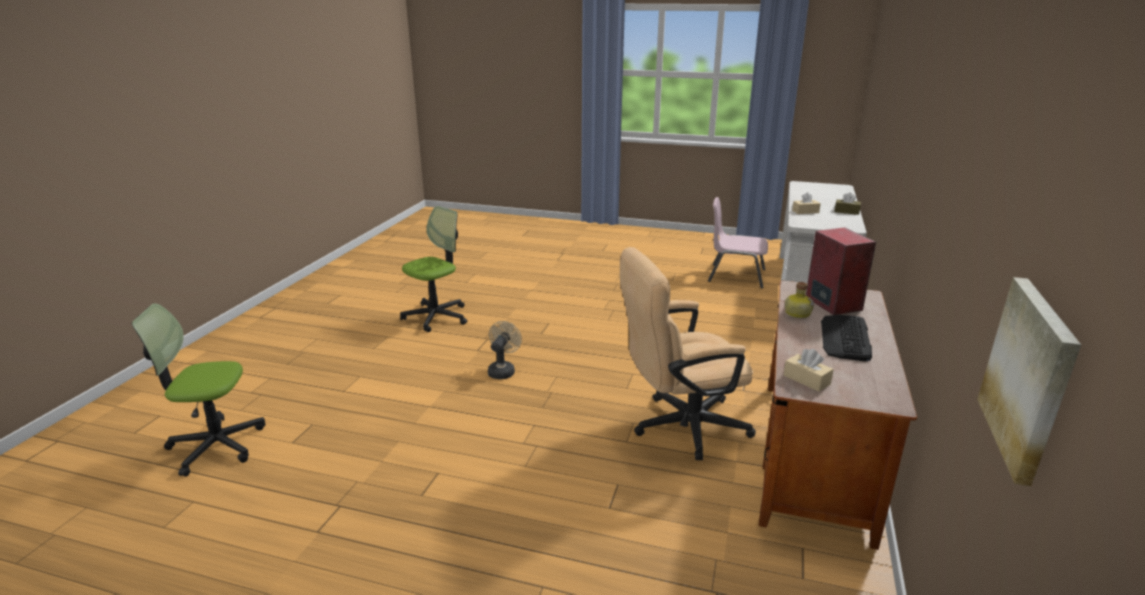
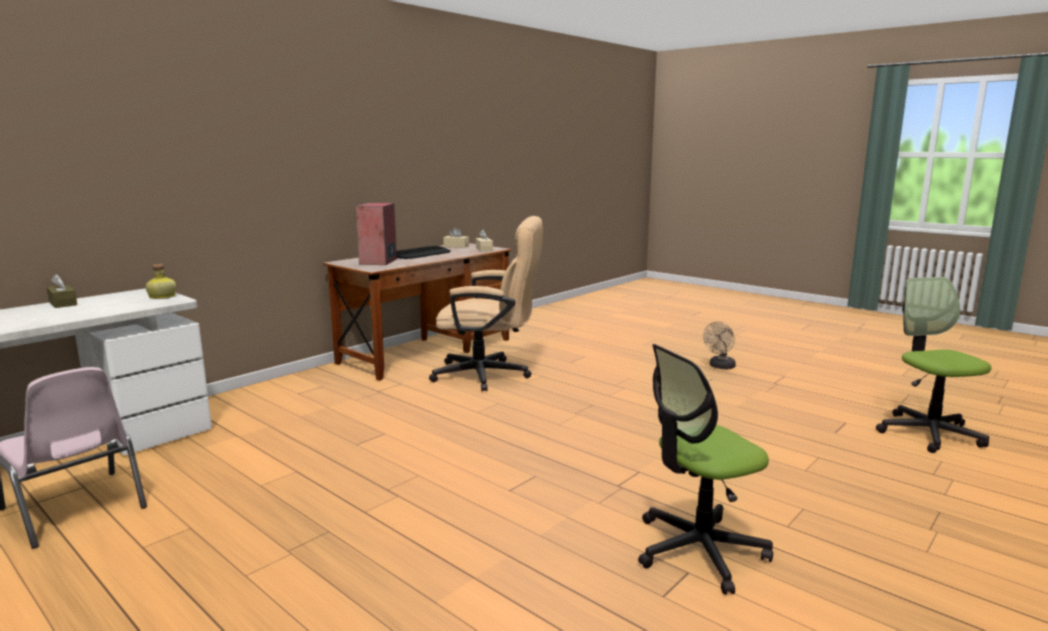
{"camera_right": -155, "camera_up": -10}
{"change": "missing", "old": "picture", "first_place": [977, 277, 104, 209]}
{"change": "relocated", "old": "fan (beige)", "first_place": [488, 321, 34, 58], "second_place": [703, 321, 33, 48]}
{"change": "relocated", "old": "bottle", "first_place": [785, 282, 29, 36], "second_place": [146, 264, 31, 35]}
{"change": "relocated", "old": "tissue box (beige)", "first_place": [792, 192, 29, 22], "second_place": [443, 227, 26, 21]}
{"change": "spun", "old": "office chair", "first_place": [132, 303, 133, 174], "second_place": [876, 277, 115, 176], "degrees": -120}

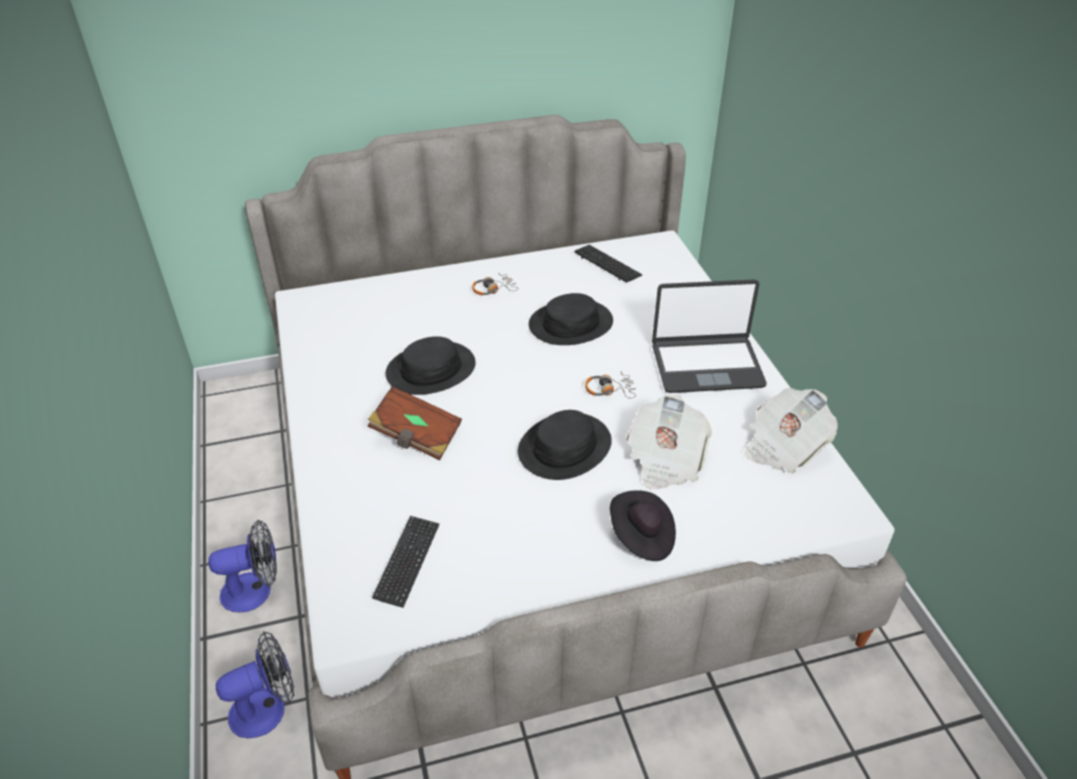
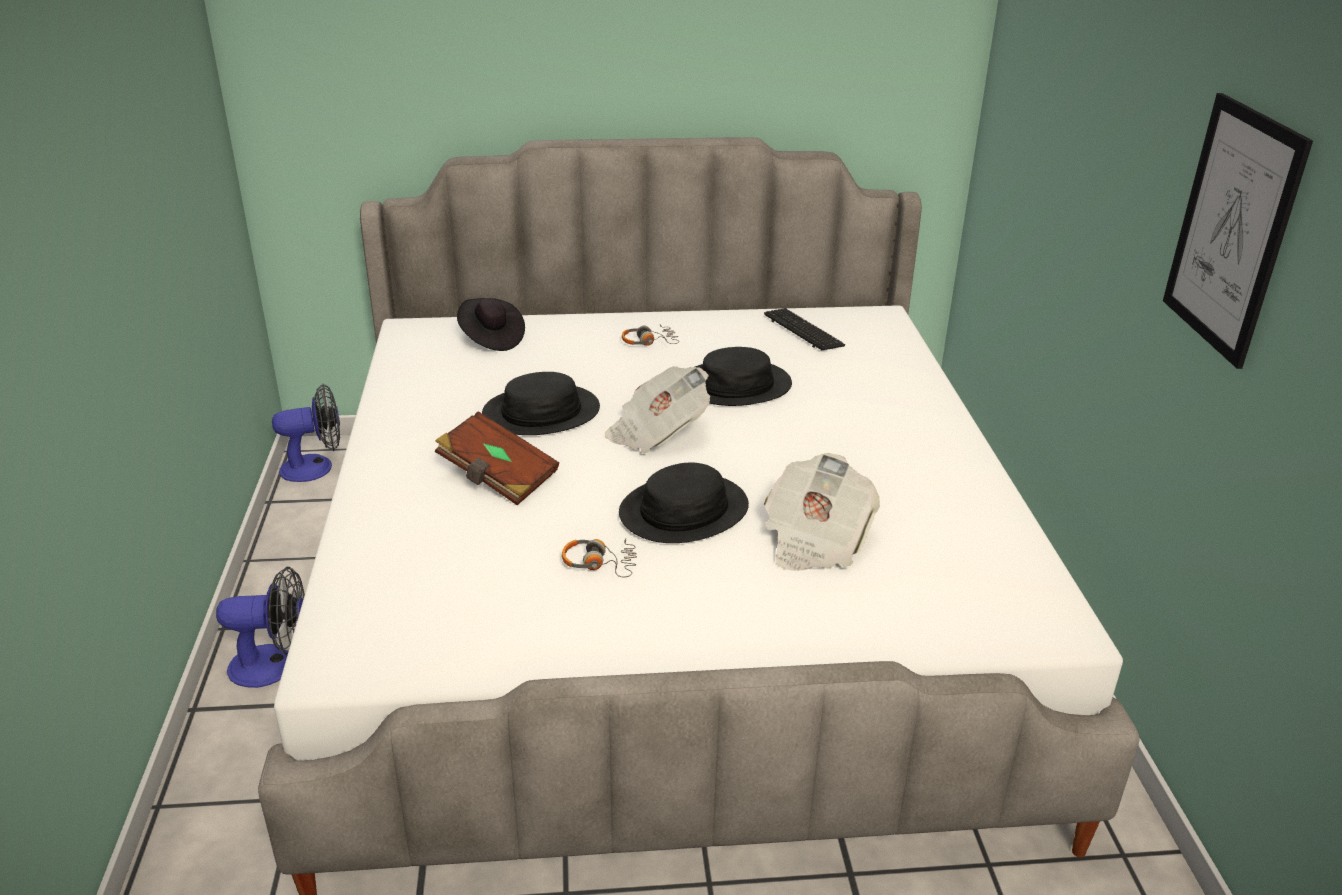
{"camera_right": 10, "camera_up": -10}
{"change": "missing", "old": "keyboard", "first_place": [372, 516, 67, 92]}
{"change": "missing", "old": "laptop", "first_place": [652, 279, 115, 114]}
{"change": "appeared", "new": "picture", "second_place": [1163, 93, 150, 276]}
{"change": "relocated", "old": "fan", "first_place": [216, 631, 78, 107], "second_place": [272, 384, 68, 98]}
{"change": "relocated", "old": "headphones", "first_place": [585, 371, 51, 27], "second_place": [562, 538, 75, 39]}
{"change": "relocated", "old": "hat (black)", "first_place": [610, 490, 66, 71], "second_place": [457, 298, 68, 53]}
{"change": "relocated", "old": "newspaper", "first_place": [745, 388, 93, 86], "second_place": [605, 366, 105, 87]}

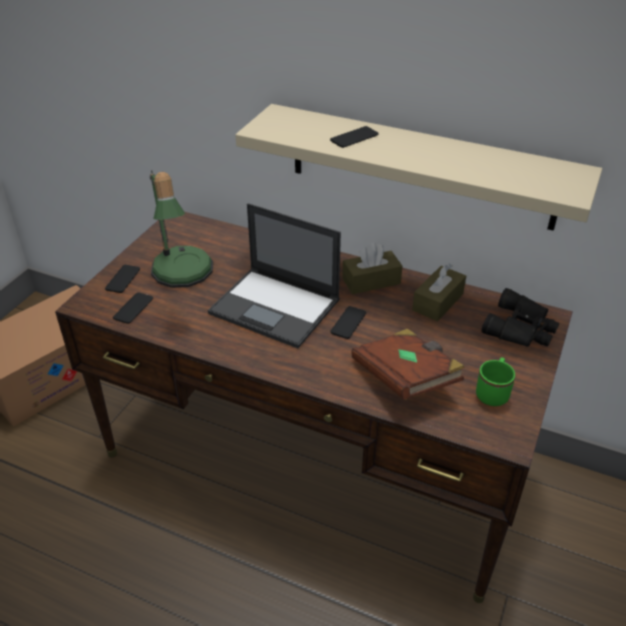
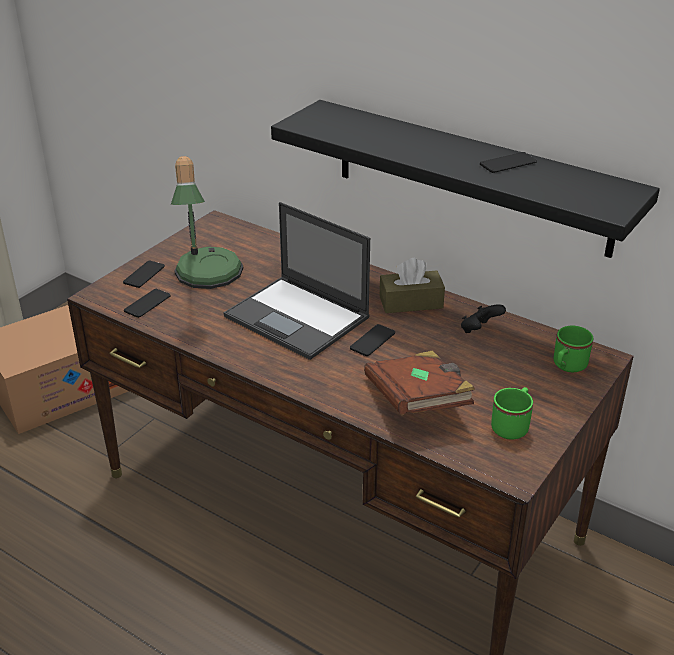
{"camera_right": 10, "camera_up": -5}
{"change": "relocated", "old": "phone", "first_place": [330, 126, 49, 22], "second_place": [480, 152, 57, 21]}
{"change": "exchanged", "old": "tissue box (brown)", "new": "game controller (black)", "first_place": [412, 263, 54, 58], "second_place": [461, 304, 45, 29]}
{"change": "exchanged", "old": "binoculars (black)", "new": "mug (green)", "first_place": [481, 288, 78, 59], "second_place": [554, 326, 39, 46]}
{"change": "colour", "old": "shelf (beige)", "new": "shelf (black)", "first_place": [235, 104, 367, 127], "second_place": [271, 100, 389, 158]}

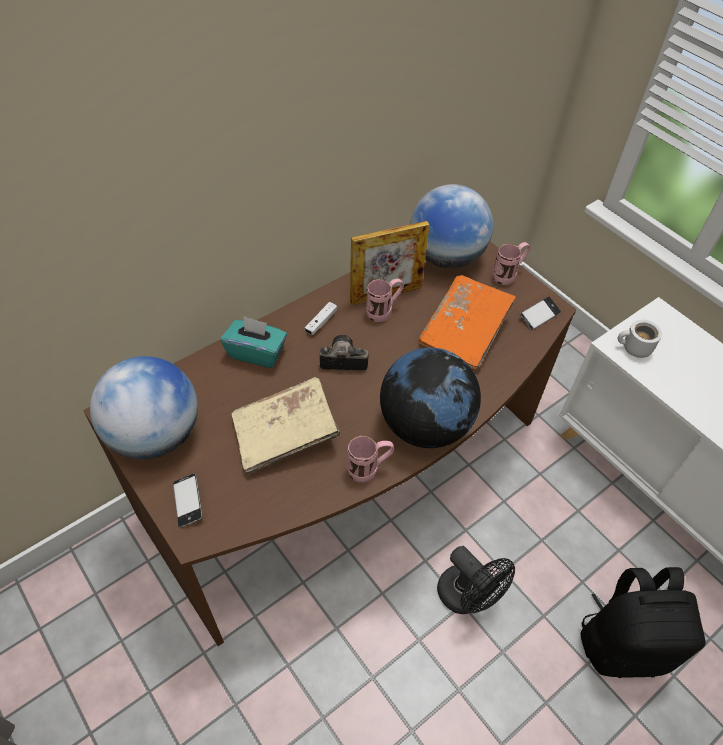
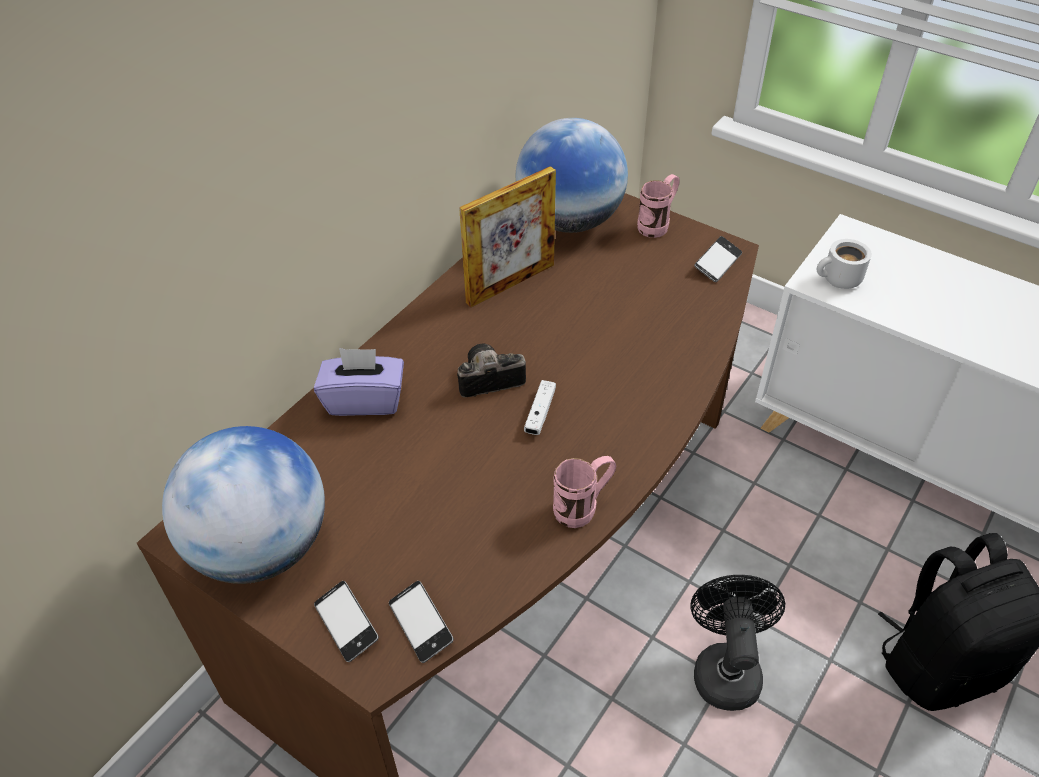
{"camera_right": -15, "camera_up": -5}
{"change": "missing", "old": "book (beige)", "first_place": [231, 377, 109, 98]}
{"change": "missing", "old": "mug (pink)", "first_place": [366, 279, 38, 43]}
{"change": "missing", "old": "globe", "first_place": [380, 348, 101, 100]}
{"change": "missing", "old": "book (orange)", "first_place": [418, 275, 98, 96]}
{"change": "appeared", "new": "phone", "second_place": [389, 581, 65, 82]}
{"change": "relocated", "old": "game controller (white)", "first_place": [305, 302, 32, 33], "second_place": [524, 380, 32, 55]}
{"change": "colour", "old": "tissue box (turquoise)", "new": "tissue box (purple)", "first_place": [221, 316, 66, 52], "second_place": [314, 348, 90, 68]}
{"change": "spun", "old": "fan (black)", "first_place": [437, 546, 78, 68], "second_place": [690, 575, 95, 136], "degrees": -120}

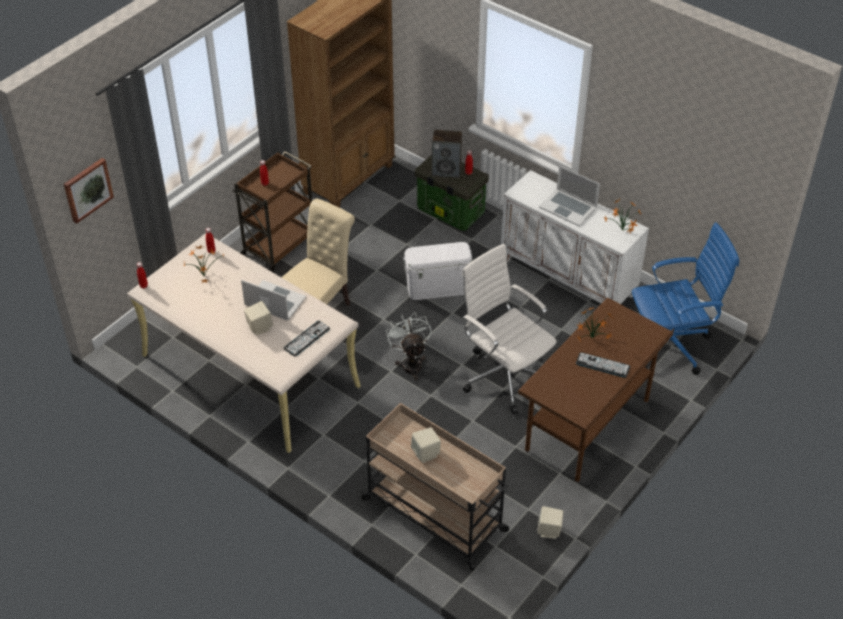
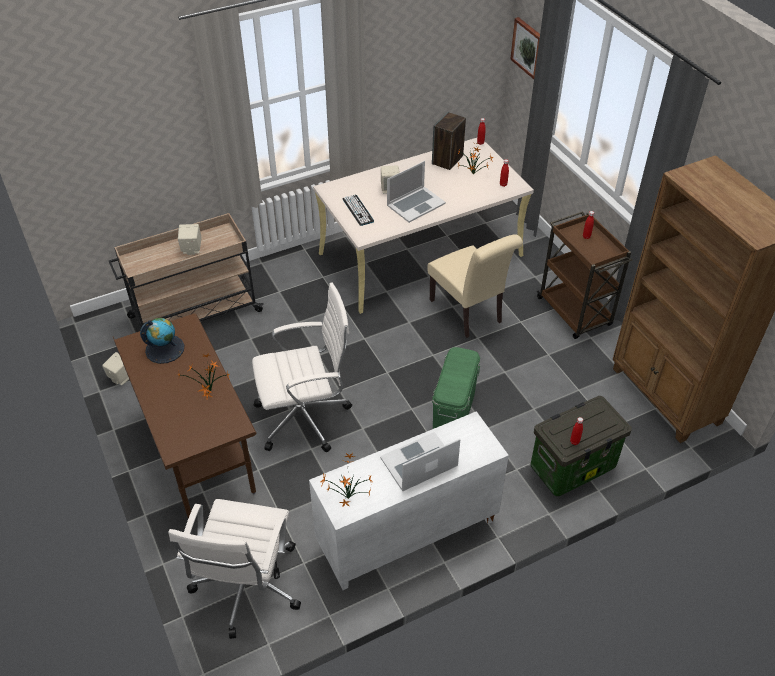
{"camera_right": 115, "camera_up": 0}
{"change": "missing", "old": "fan (white)", "first_place": [386, 312, 46, 68]}
{"change": "missing", "old": "keyboard", "first_place": [576, 352, 54, 26]}
{"change": "appeared", "new": "globe", "second_place": [140, 318, 45, 46]}
{"change": "relocated", "old": "speaker", "first_place": [432, 130, 30, 48], "second_place": [432, 112, 34, 58]}
{"change": "colour", "old": "storage box (white)", "new": "storage box (green)", "first_place": [403, 242, 69, 58], "second_place": [432, 347, 48, 82]}
{"change": "colour", "old": "office chair (blue)", "new": "office chair (white)", "first_place": [632, 222, 107, 153], "second_place": [169, 499, 132, 140]}

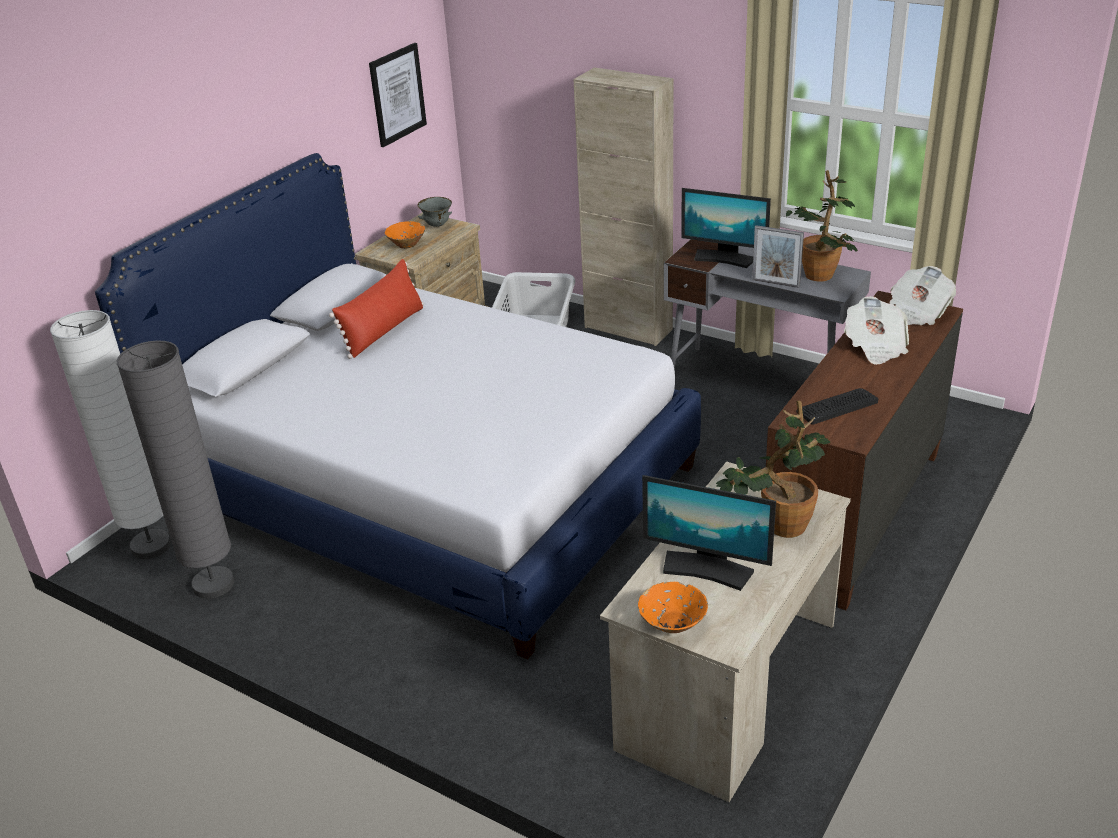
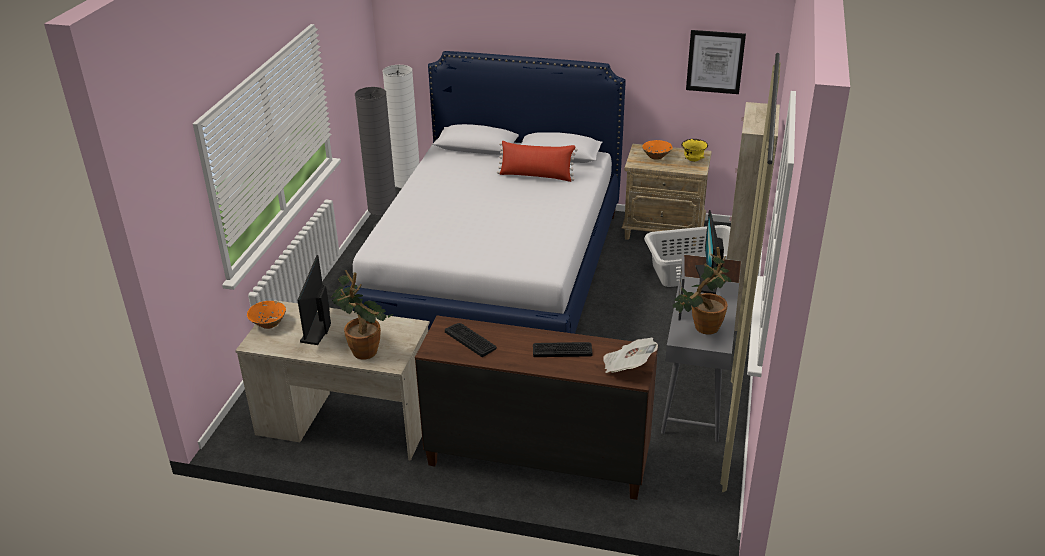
{"camera_right": 70, "camera_up": 0}
{"change": "exchanged", "old": "newspaper", "new": "keyboard", "first_place": [844, 296, 65, 69], "second_place": [533, 342, 60, 15]}
{"change": "colour", "old": "bowl (grey)", "new": "bowl (yellow)", "first_place": [417, 197, 35, 30], "second_place": [681, 139, 27, 23]}

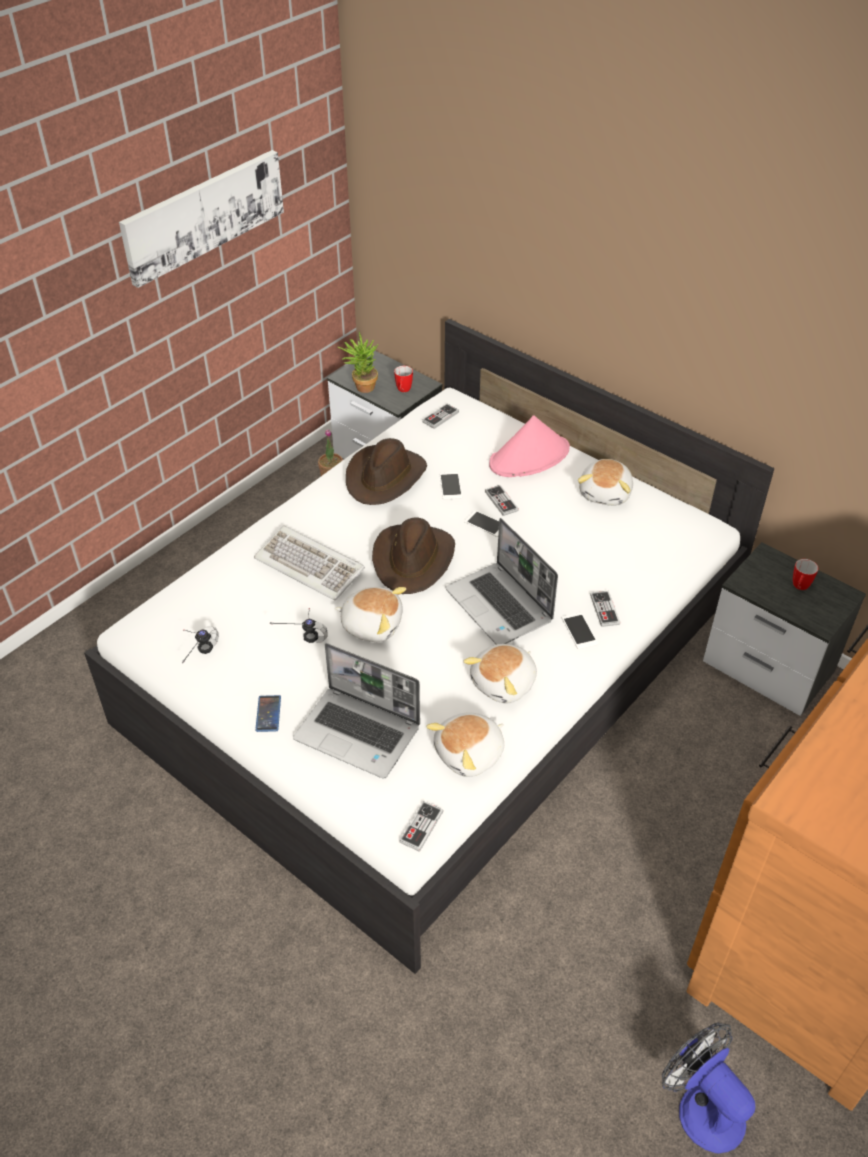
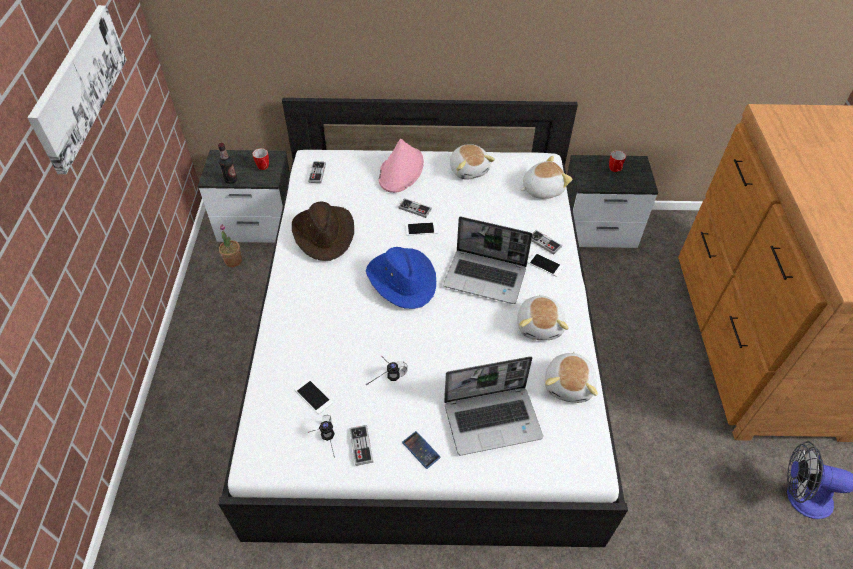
{"camera_right": -40, "camera_up": 5}
{"change": "missing", "old": "keyboard", "first_place": [254, 526, 111, 74]}
{"change": "relocated", "old": "plush toy", "first_place": [335, 587, 71, 55], "second_place": [521, 156, 51, 43]}
{"change": "relocated", "old": "game controller", "first_place": [399, 801, 44, 51], "second_place": [350, 425, 23, 41]}
{"change": "relocated", "old": "phone", "first_place": [439, 472, 23, 28], "second_place": [295, 379, 38, 35]}
{"change": "exchanged", "old": "potted plant", "new": "bottle", "first_place": [338, 332, 40, 61], "second_place": [218, 143, 19, 41]}
{"change": "colour", "old": "hat (brown)", "new": "hat (blue)", "first_place": [372, 518, 83, 76], "second_place": [366, 247, 70, 62]}

